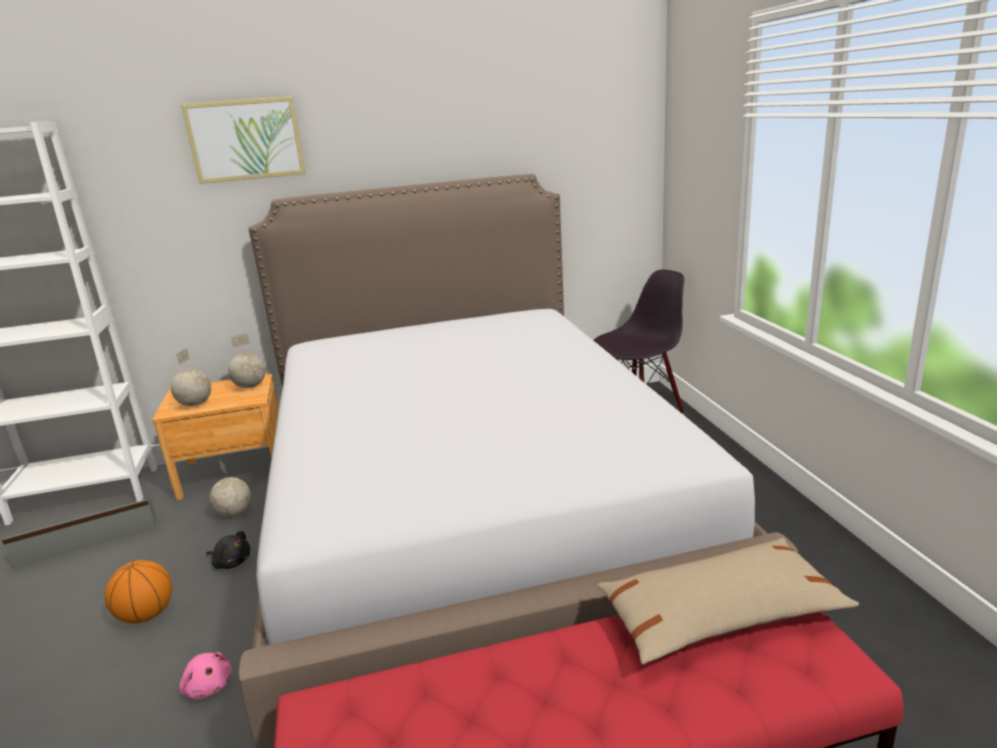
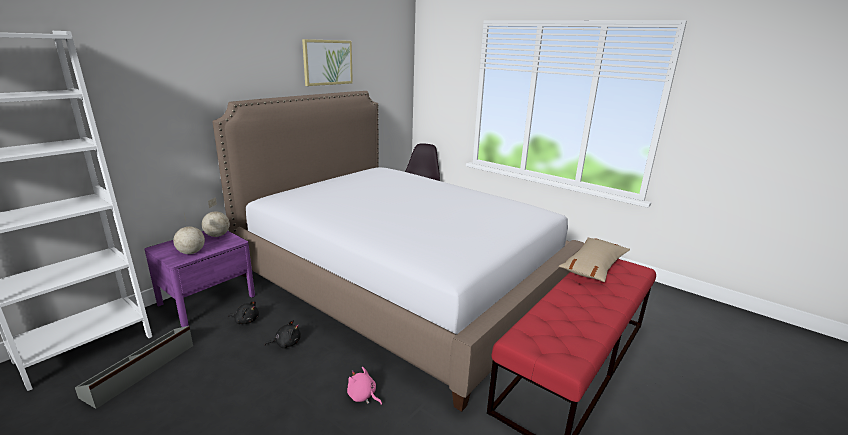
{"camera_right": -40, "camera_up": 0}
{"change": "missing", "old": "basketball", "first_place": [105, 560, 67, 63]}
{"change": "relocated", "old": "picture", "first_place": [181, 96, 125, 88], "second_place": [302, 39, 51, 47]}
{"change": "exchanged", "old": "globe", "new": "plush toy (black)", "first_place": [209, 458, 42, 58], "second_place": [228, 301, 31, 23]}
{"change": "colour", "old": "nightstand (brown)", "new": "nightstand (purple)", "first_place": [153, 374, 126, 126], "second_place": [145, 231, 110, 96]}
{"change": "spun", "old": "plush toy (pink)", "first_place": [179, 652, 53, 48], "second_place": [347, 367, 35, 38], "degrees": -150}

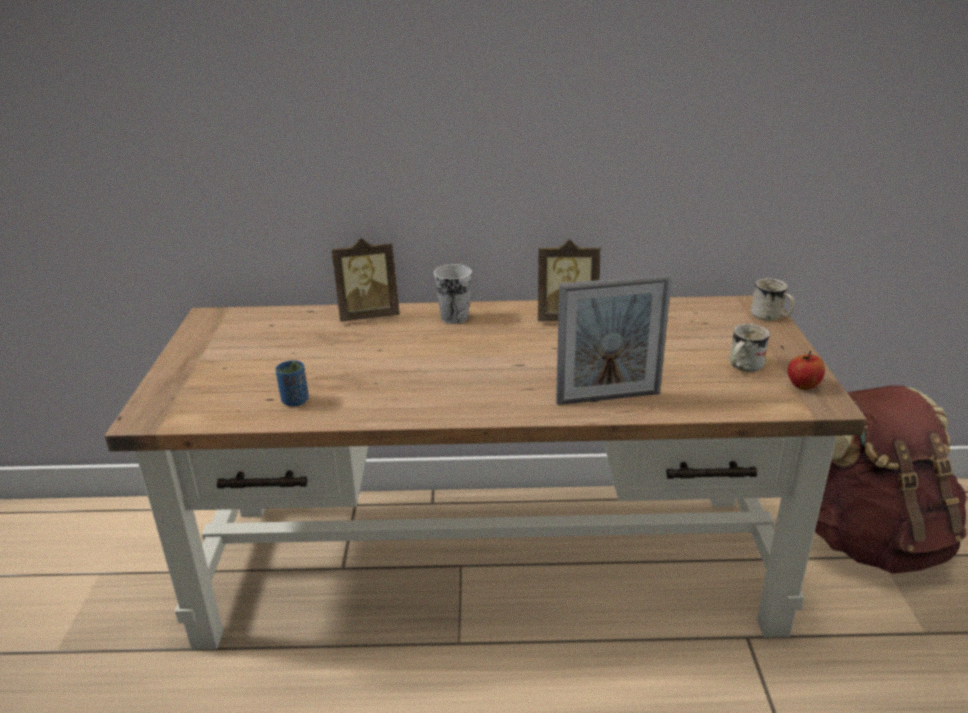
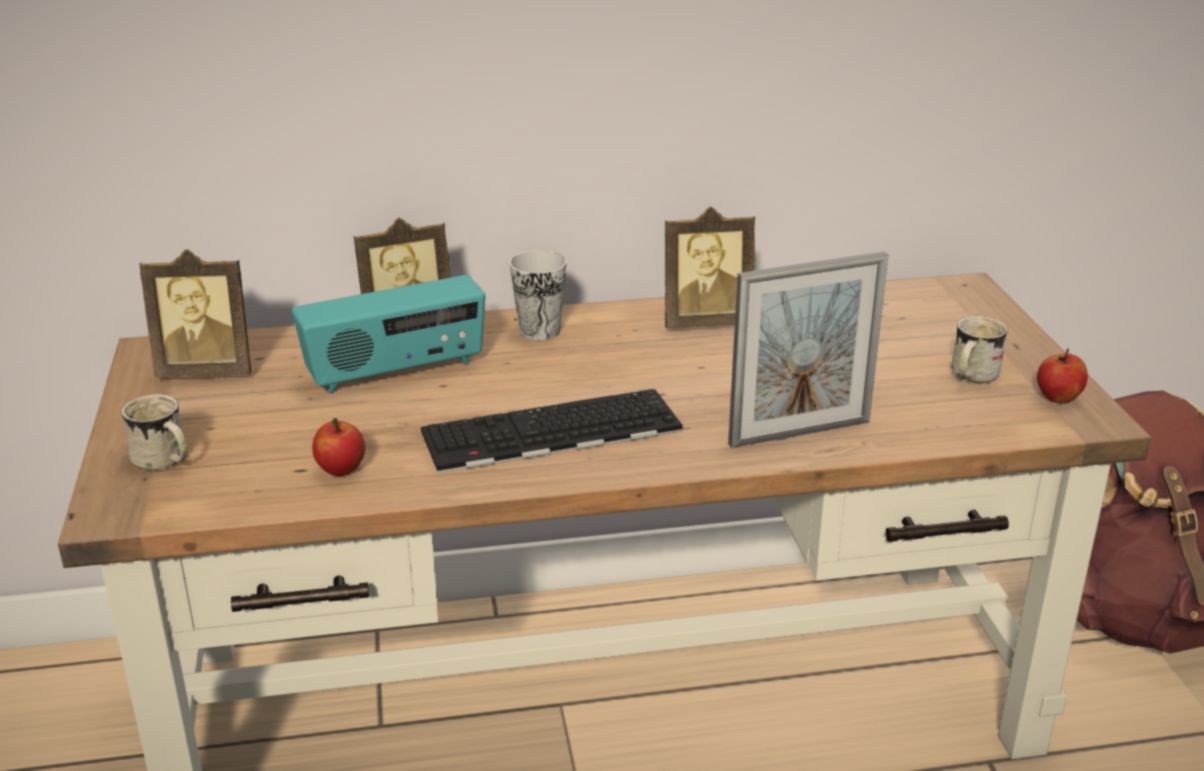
{"camera_right": -10, "camera_up": 0}
{"change": "appeared", "new": "picture frame", "second_place": [139, 249, 112, 129]}
{"change": "appeared", "new": "radio", "second_place": [292, 275, 193, 119]}
{"change": "appeared", "new": "keyboard", "second_place": [421, 389, 261, 84]}
{"change": "relocated", "old": "mug (white)", "first_place": [751, 278, 44, 43], "second_place": [121, 394, 67, 76]}
{"change": "exchanged", "old": "cup (blue)", "new": "apple", "first_place": [275, 360, 34, 47], "second_place": [312, 418, 53, 58]}

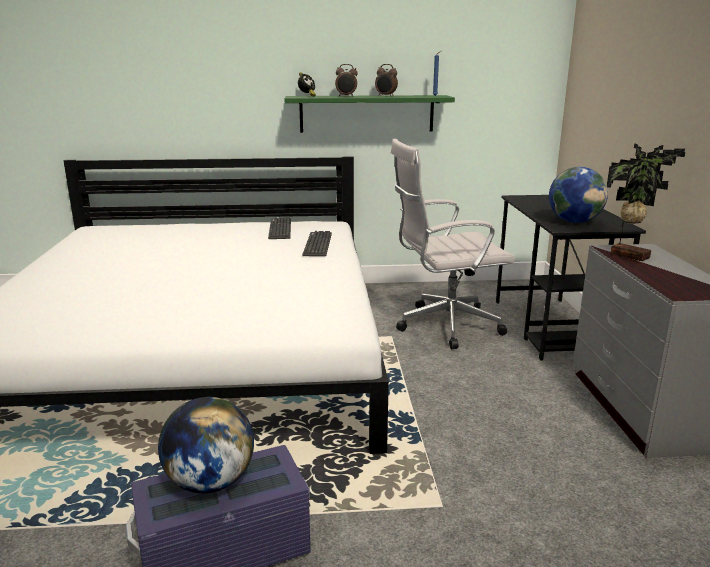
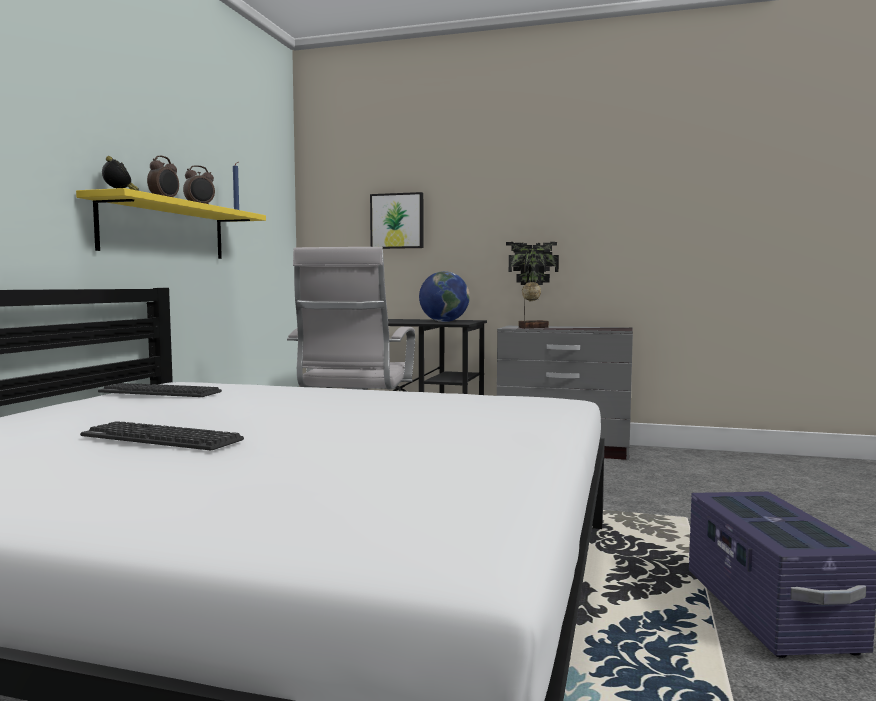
{"camera_right": -70, "camera_up": -15}
{"change": "missing", "old": "globe", "first_place": [158, 397, 96, 96]}
{"change": "appeared", "new": "picture", "second_place": [370, 192, 53, 57]}
{"change": "relocated", "old": "keyboard", "first_place": [302, 231, 30, 25], "second_place": [80, 421, 164, 30]}
{"change": "colour", "old": "shelf (green)", "new": "shelf (yellow)", "first_place": [284, 95, 171, 38], "second_place": [76, 188, 190, 71]}

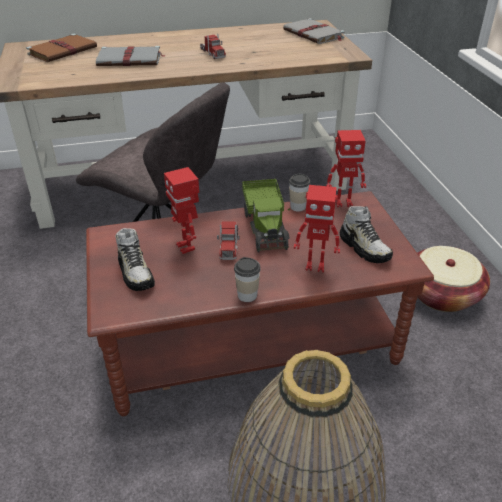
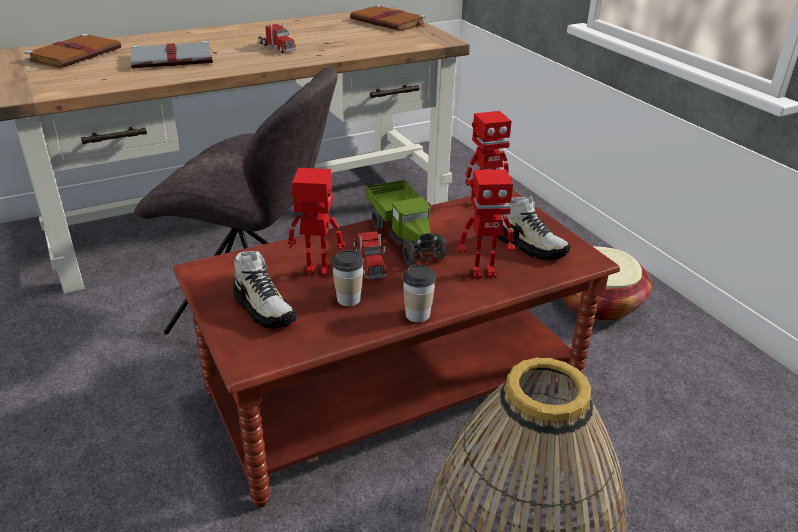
{"camera_right": -15, "camera_up": -5}
{"change": "relocated", "old": "cup", "first_place": [289, 174, 22, 38], "second_place": [332, 250, 32, 56]}
{"change": "colour", "old": "book (grey)", "new": "book (brown)", "first_place": [283, 18, 62, 26], "second_place": [350, 5, 76, 26]}
{"change": "spun", "old": "toy robot", "first_place": [164, 167, 35, 87], "second_place": [288, 168, 57, 108], "degrees": 135}

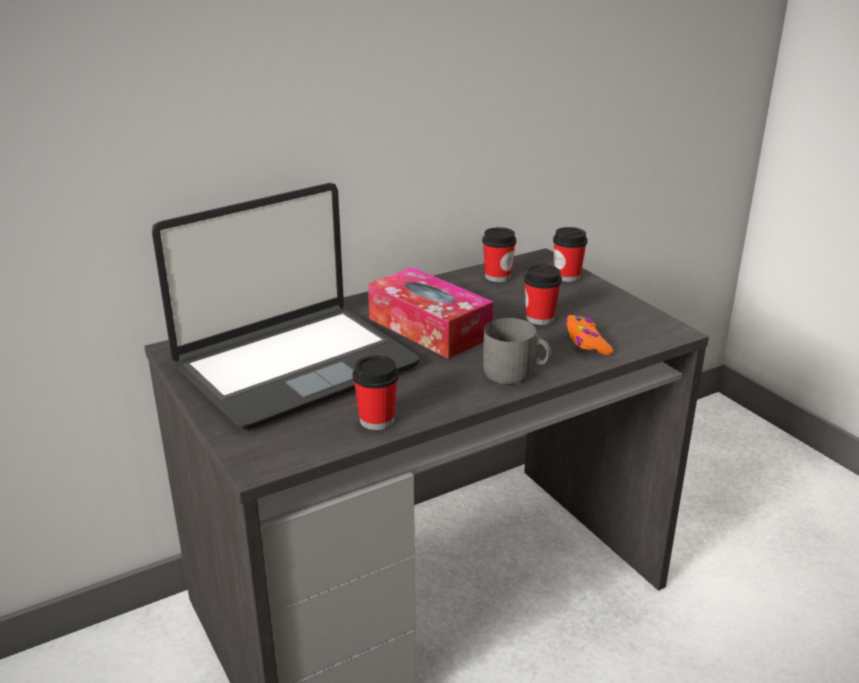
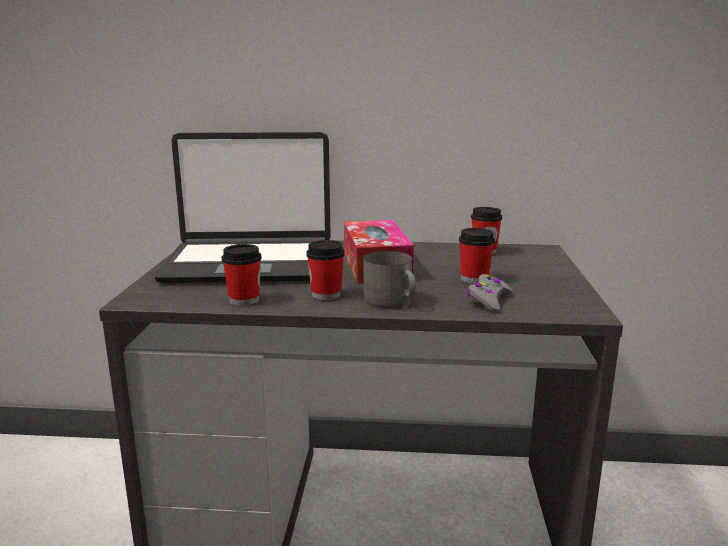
{"camera_right": 35, "camera_up": -10}
{"change": "relocated", "old": "cup", "first_place": [553, 227, 35, 55], "second_place": [306, 240, 39, 60]}
{"change": "colour", "old": "game controller (orange)", "new": "game controller (grey)", "first_place": [566, 315, 47, 40], "second_place": [467, 274, 46, 38]}

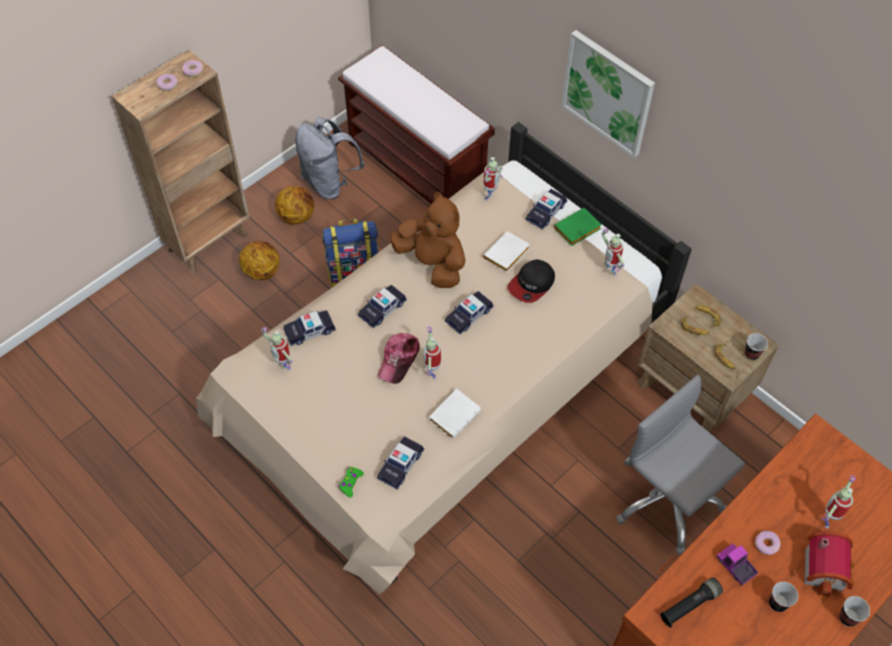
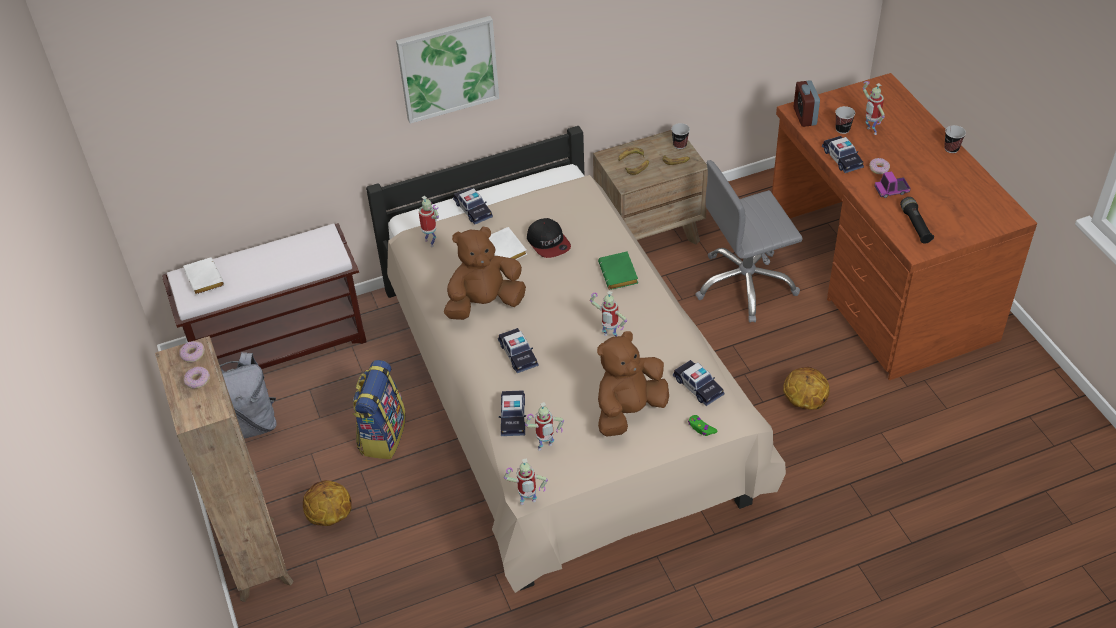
{"camera_right": -65, "camera_up": -10}
{"change": "missing", "old": "cap", "first_place": [378, 333, 42, 51]}
{"change": "missing", "old": "toy house", "first_place": [804, 531, 50, 67]}
{"change": "appeared", "new": "plush toy (brown)", "second_place": [597, 331, 72, 106]}
{"change": "appeared", "new": "alarm clock", "second_place": [794, 80, 26, 47]}
{"change": "relocated", "old": "basketball", "first_place": [275, 186, 39, 39], "second_place": [783, 367, 47, 43]}
{"change": "relocated", "old": "book (white)", "first_place": [429, 389, 52, 50], "second_place": [183, 258, 41, 37]}
{"change": "relocated", "old": "toy car", "first_place": [445, 291, 49, 43], "second_place": [822, 136, 42, 37]}
{"change": "relocated", "old": "book (green)", "first_place": [554, 208, 48, 38], "second_place": [598, 251, 40, 39]}
{"change": "relocated", "old": "toy robot", "first_place": [602, 228, 22, 48], "second_place": [504, 458, 44, 47]}
{"change": "relocated", "old": "cup", "first_place": [769, 582, 29, 30], "second_place": [835, 106, 20, 28]}

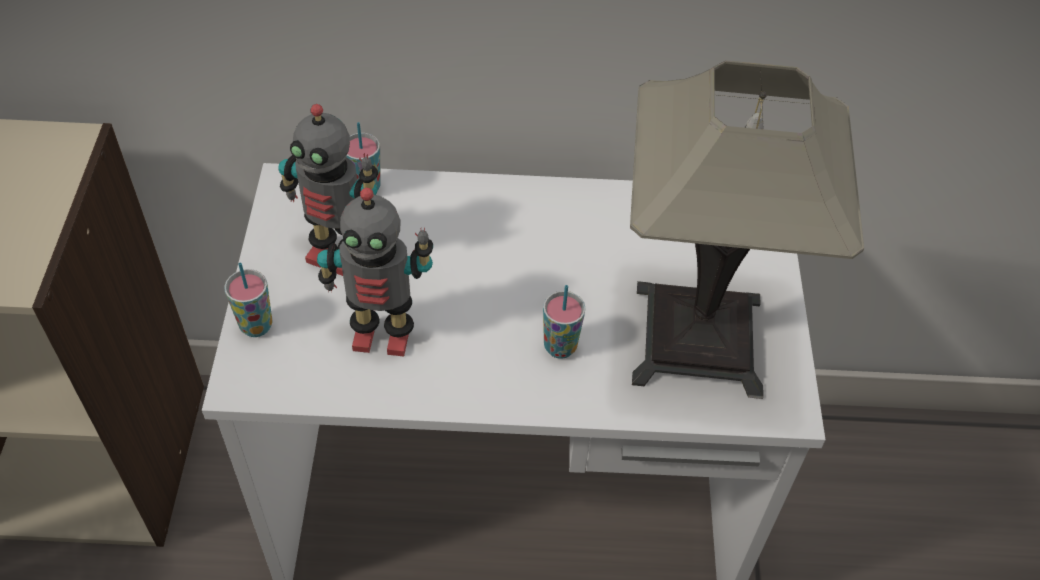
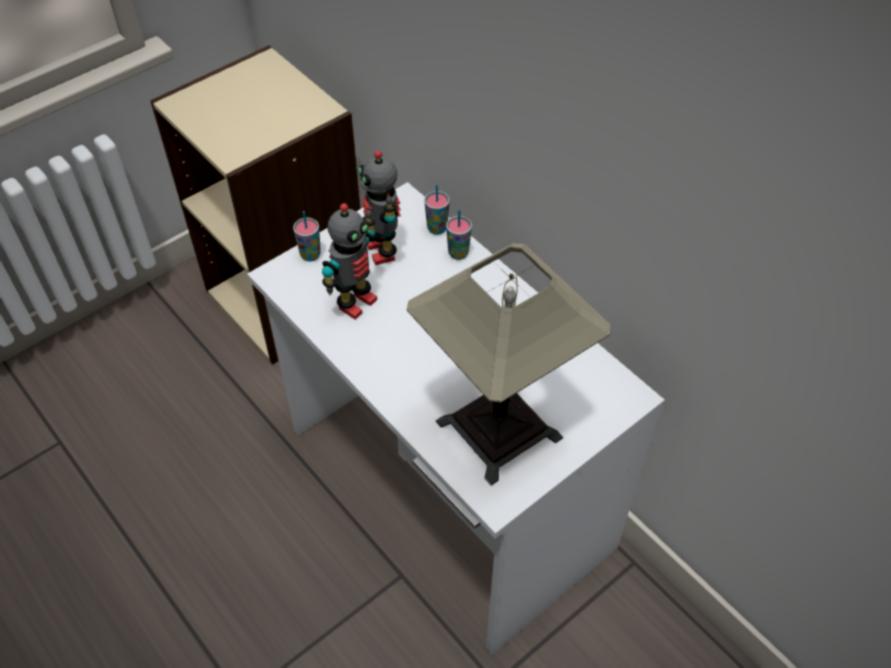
{"camera_right": 50, "camera_up": 0}
{"change": "relocated", "old": "cup", "first_place": [543, 285, 43, 74], "second_place": [446, 209, 26, 51]}
{"change": "spun", "old": "toy robot", "first_place": [317, 188, 116, 168], "second_place": [322, 203, 55, 116], "degrees": -105}

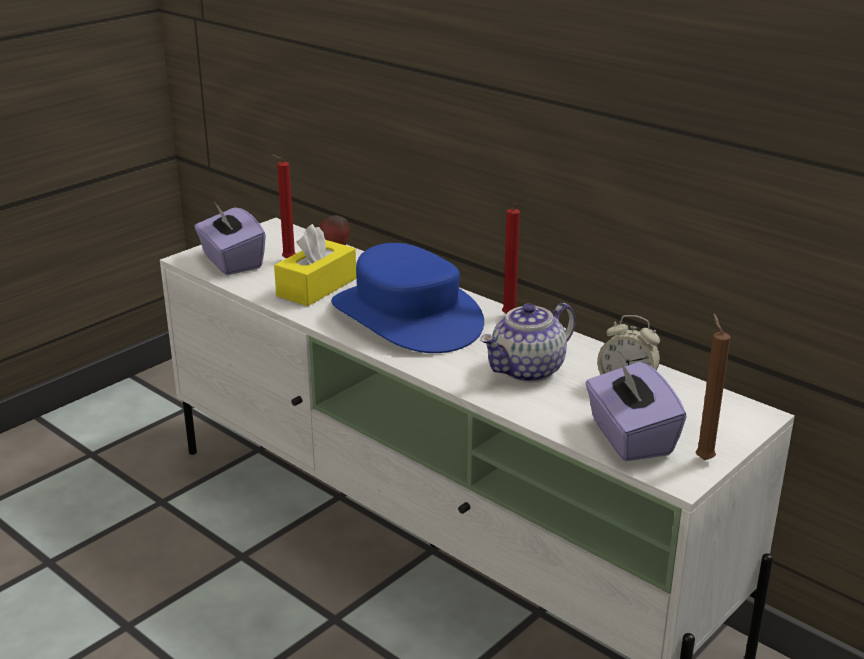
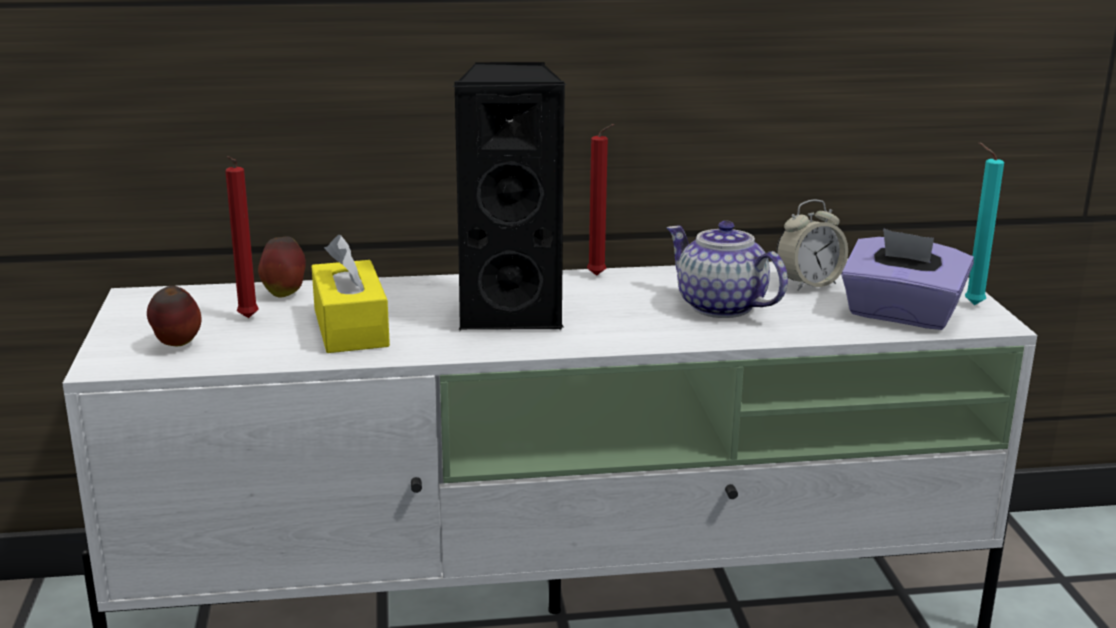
{"camera_right": -50, "camera_up": -5}
{"change": "exchanged", "old": "tissue box (purple)", "new": "apple", "first_place": [194, 203, 72, 72], "second_place": [147, 286, 55, 60]}
{"change": "exchanged", "old": "hat (blue)", "new": "speaker (black)", "first_place": [331, 243, 153, 110], "second_place": [453, 62, 113, 269]}
{"change": "colour", "old": "candle (brown)", "new": "candle (turquoise)", "first_place": [696, 314, 35, 146], "second_place": [965, 142, 39, 163]}
{"change": "spun", "old": "teapot", "first_place": [480, 303, 96, 79], "second_place": [667, 221, 121, 97], "degrees": 135}

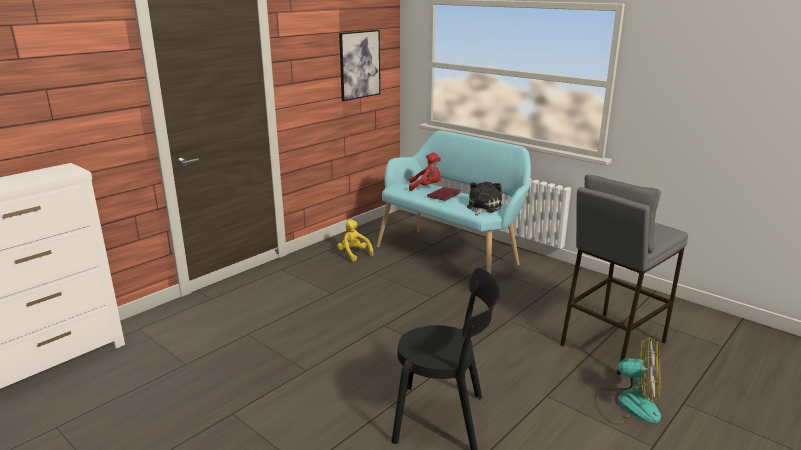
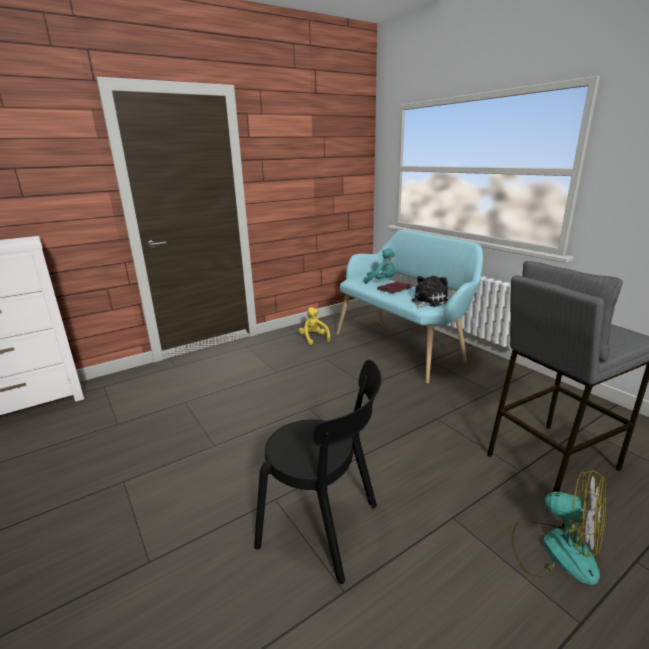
{"camera_right": 15, "camera_up": 0}
{"change": "missing", "old": "picture", "first_place": [339, 30, 41, 71]}
{"change": "colour", "old": "plush toy (red)", "new": "plush toy (turquoise)", "first_place": [409, 153, 32, 38], "second_place": [364, 248, 32, 36]}

